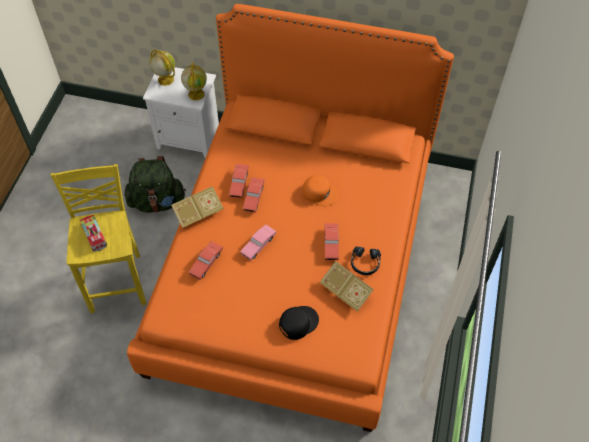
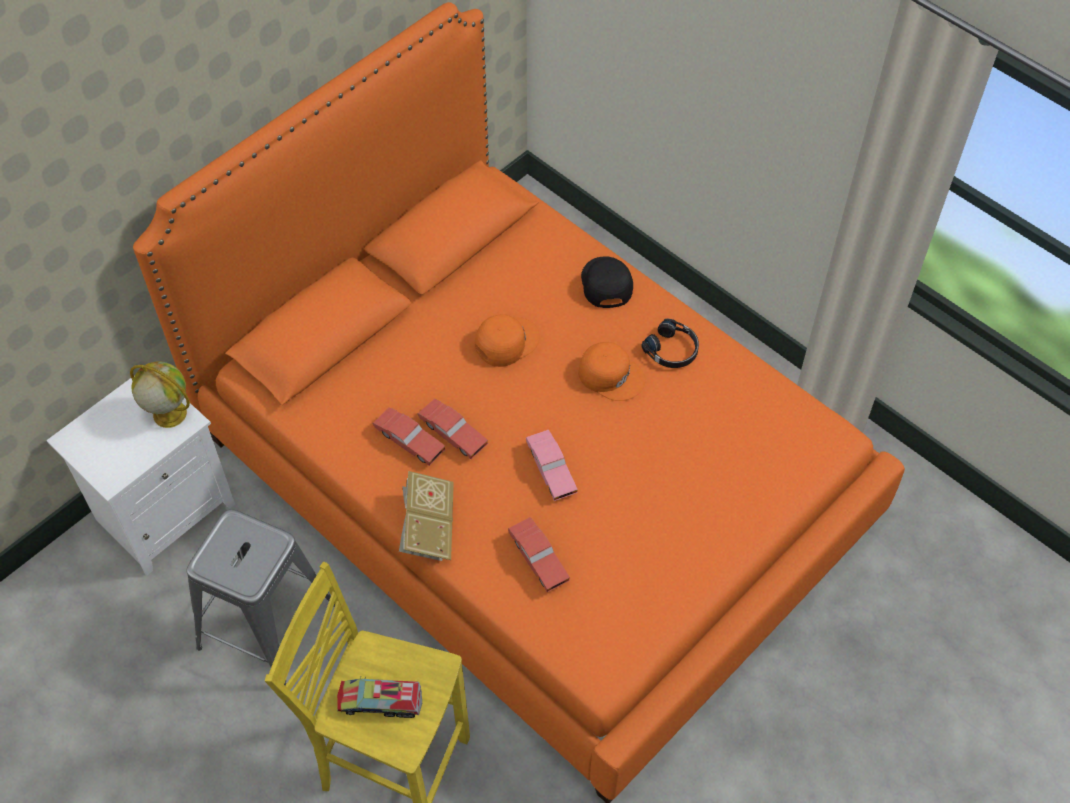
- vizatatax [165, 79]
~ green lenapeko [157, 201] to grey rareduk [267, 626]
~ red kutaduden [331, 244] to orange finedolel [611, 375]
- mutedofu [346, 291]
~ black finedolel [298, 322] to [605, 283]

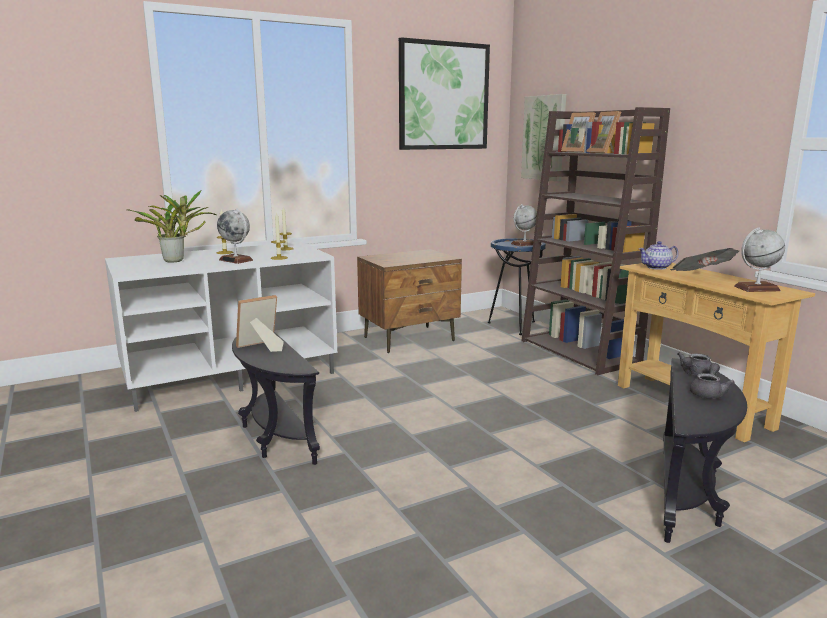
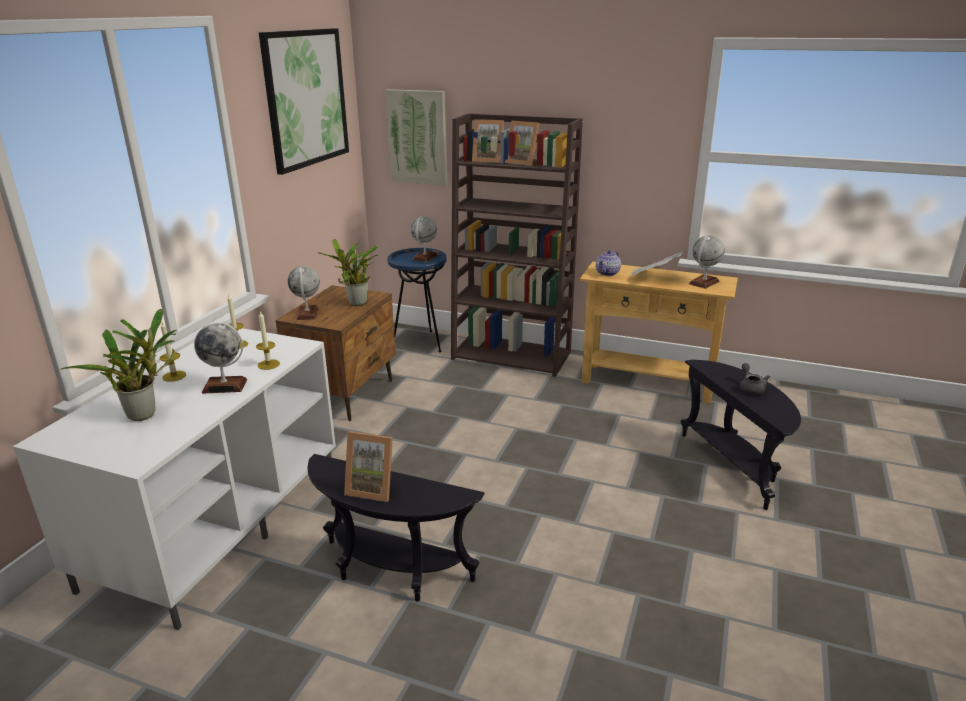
~ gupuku [260, 347] = [372, 488] 90 degrees counterclockwise
- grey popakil [694, 374]
+ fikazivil [356, 304]
+ vizatatax [307, 314]

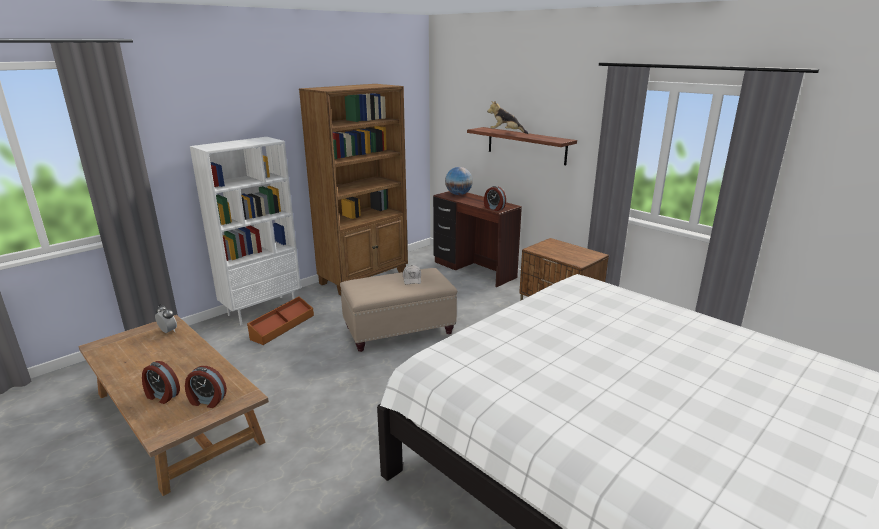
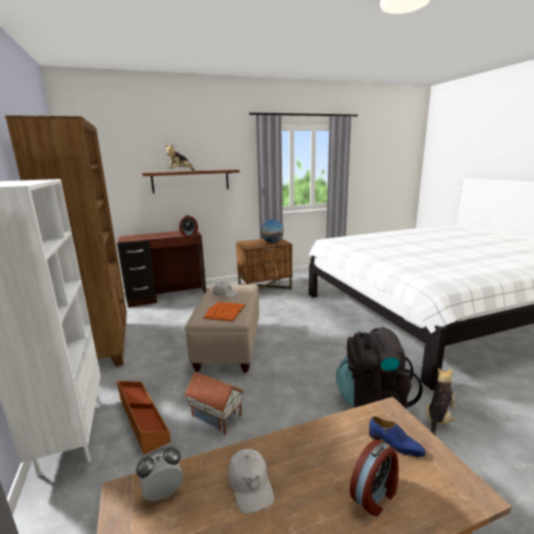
~ vizatatax [458, 194] to [272, 242]
~ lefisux [207, 401] to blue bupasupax [395, 444]
+ orange mutedofu [225, 311]
+ black lenapeko [373, 398]
+ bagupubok [438, 418]
+ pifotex [215, 417]
+ white finedolel [250, 485]

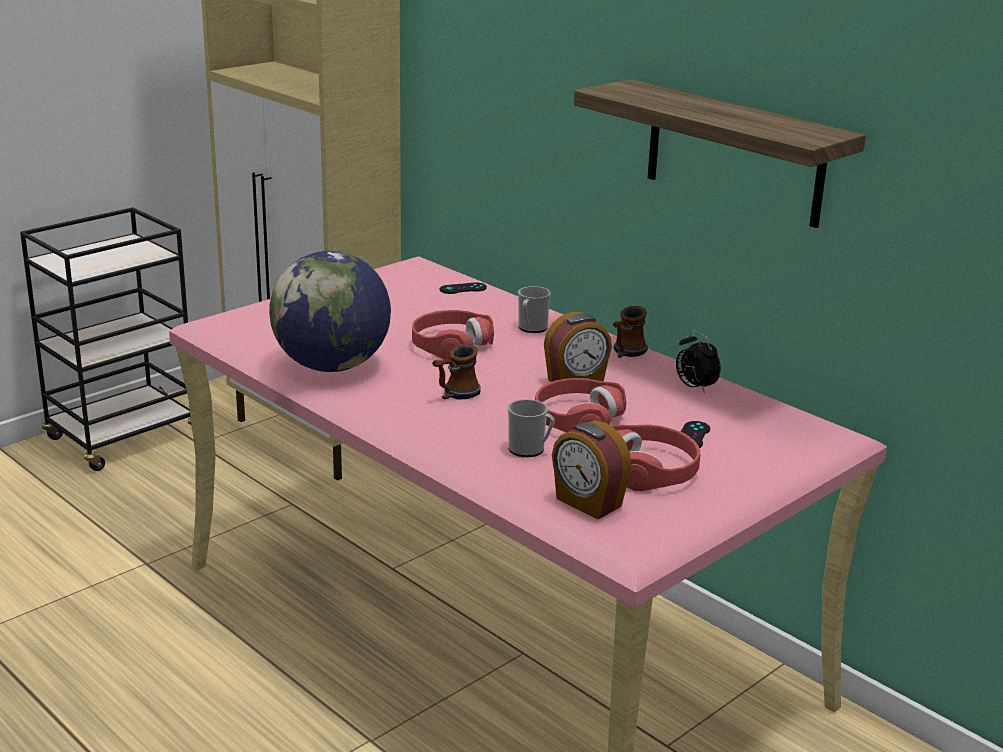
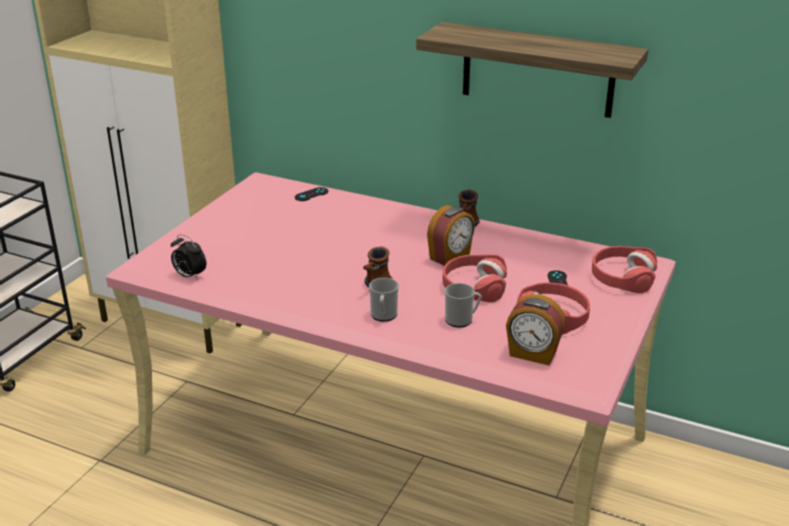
- vizatatax [332, 366]
~ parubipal [531, 328] to [383, 316]
~ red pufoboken [450, 345] to [622, 277]
~ lefisux [694, 387] to [189, 276]

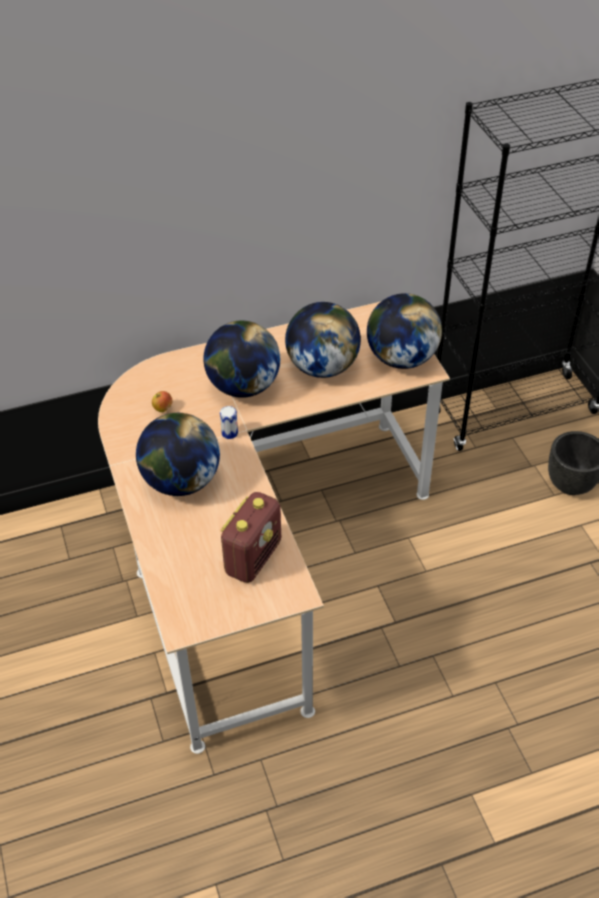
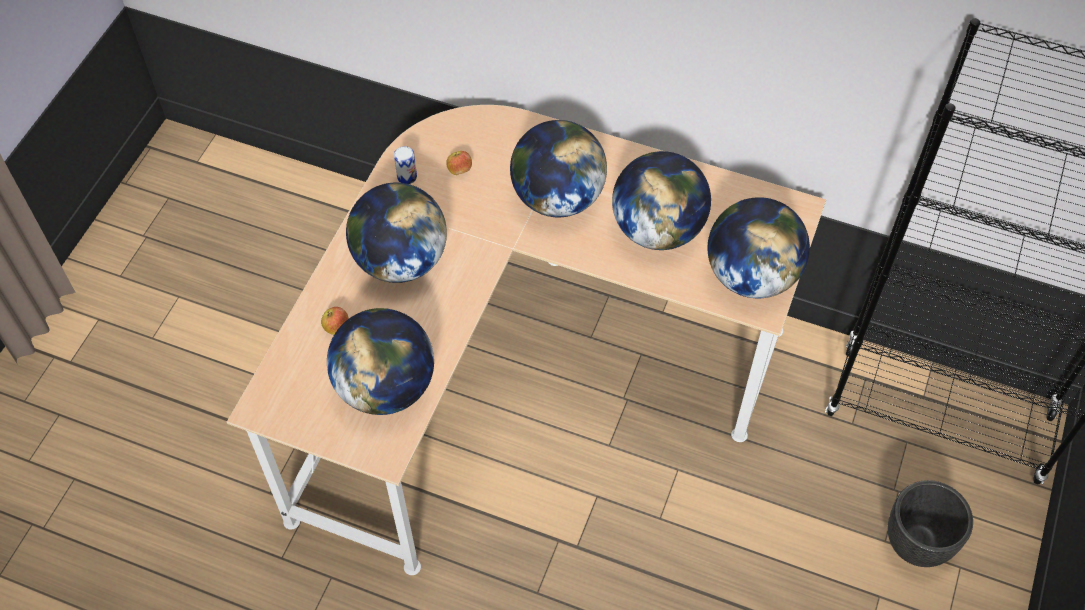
~ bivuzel [229, 433] to [407, 177]
~ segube [253, 557] to vizatatax [386, 387]
+ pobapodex [336, 327]

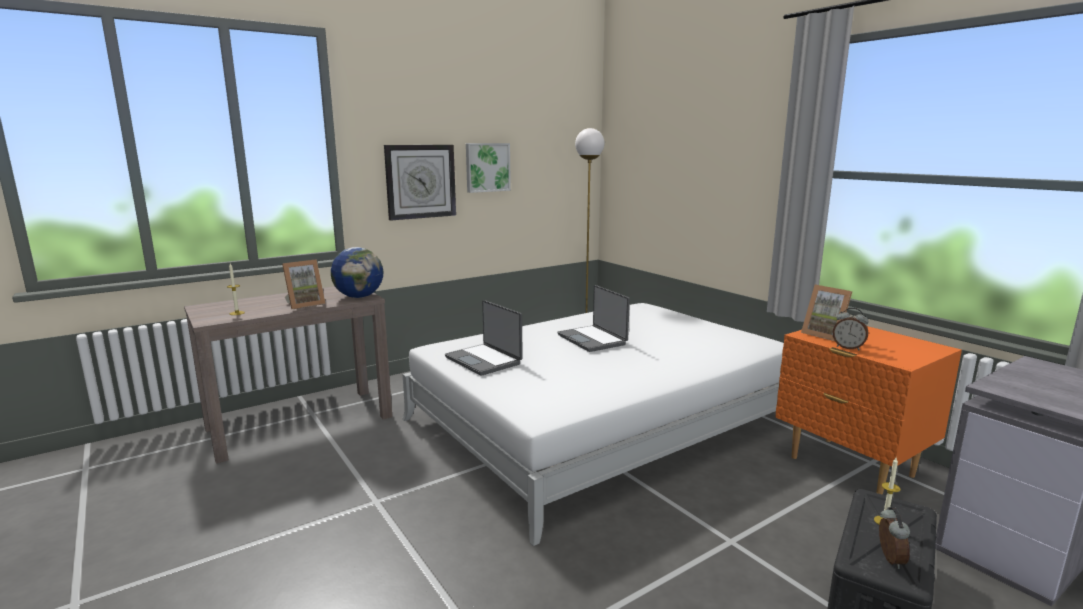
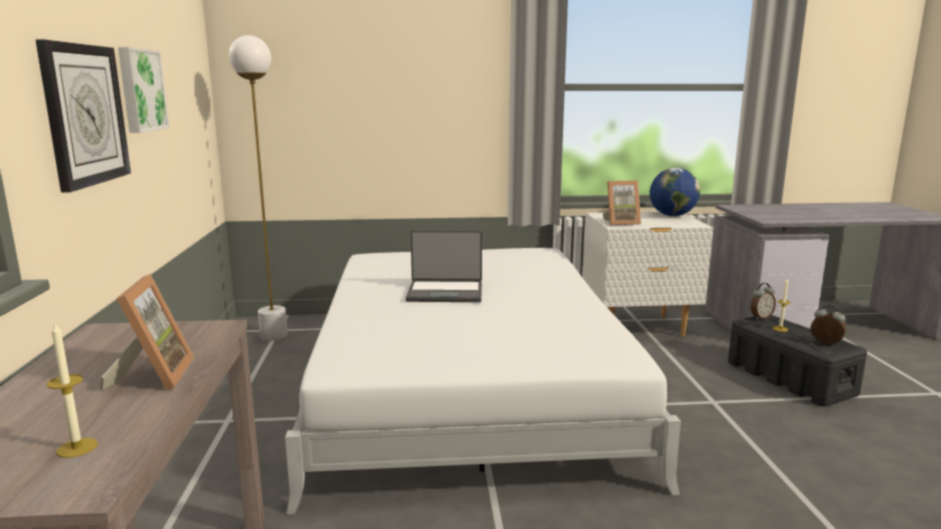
~ vizatatax [359, 297] to [672, 215]
- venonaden [484, 360]
~ lefisux [848, 347] to [760, 317]
~ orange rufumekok [850, 467] to white rufumekok [638, 327]

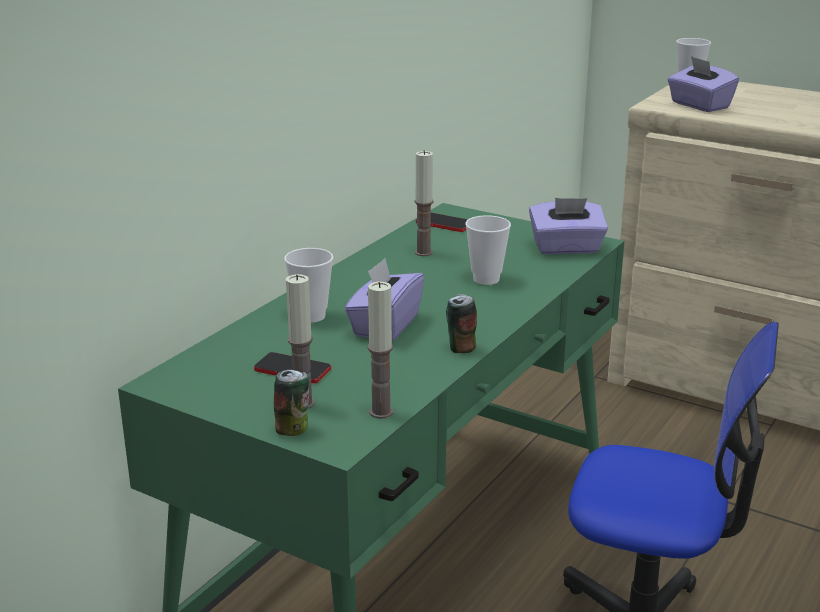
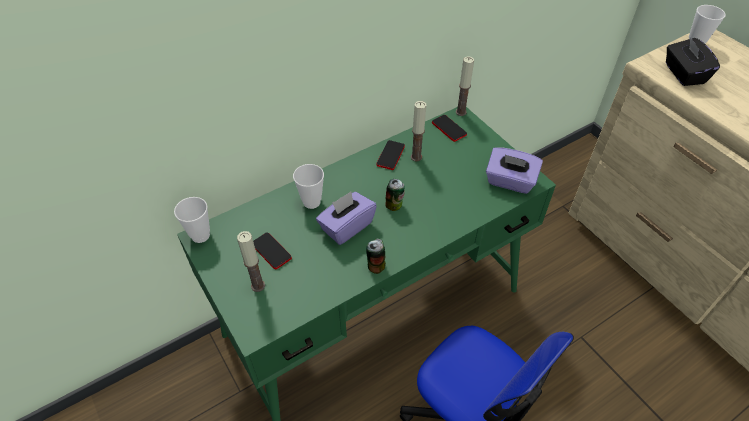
~ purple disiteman [699, 105] to black disiteman [683, 74]
~ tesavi [486, 279] to [200, 235]
~ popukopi [381, 412] to [461, 112]
~ bivuzel [293, 429] to [394, 205]
+ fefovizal [390, 155]

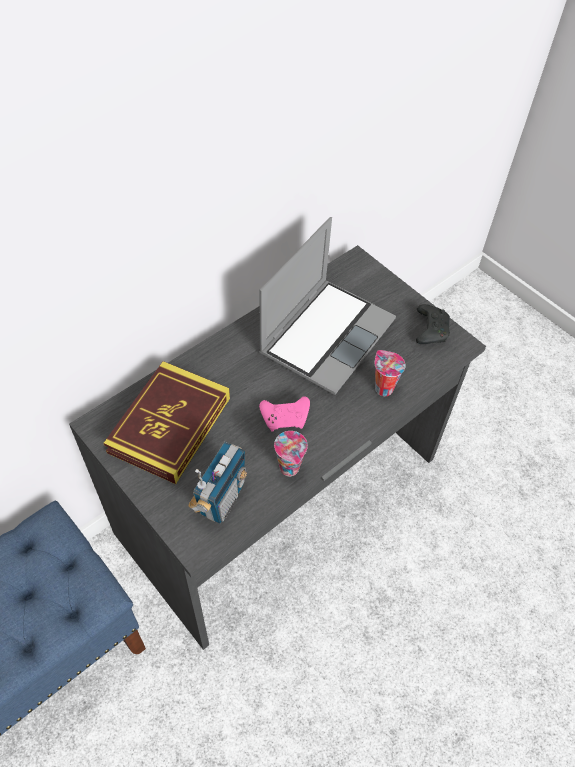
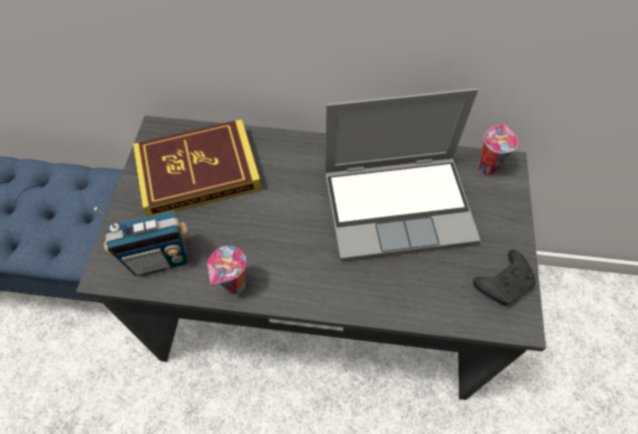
~ tesavi [382, 388] to [487, 166]
- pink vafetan [286, 418]

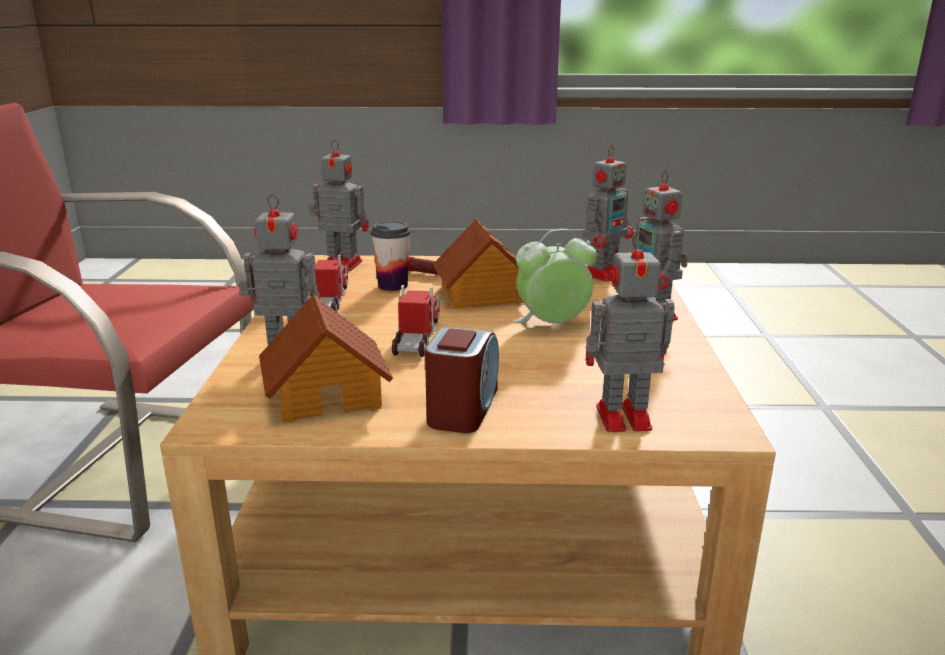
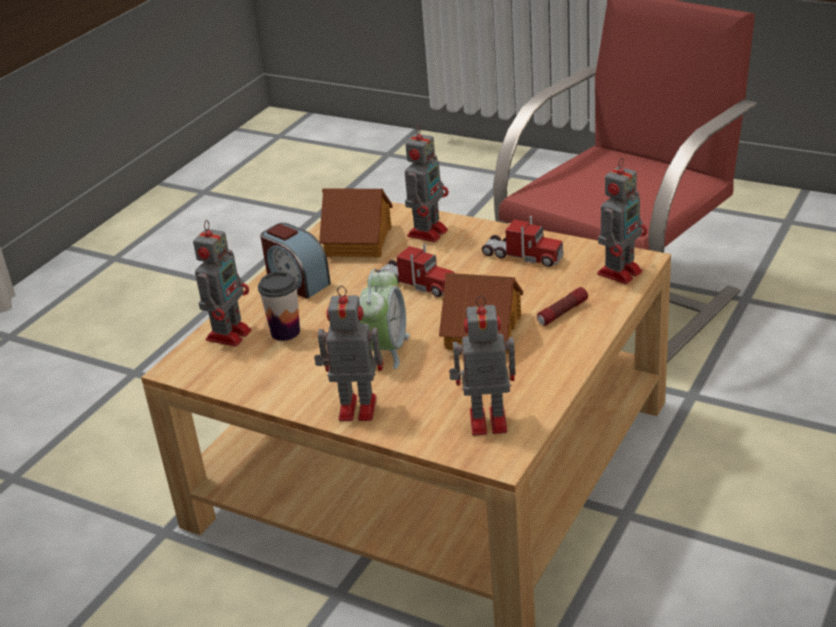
~ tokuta [603, 273] = [485, 421] 105 degrees clockwise
~ tesavi [393, 285] to [285, 332]

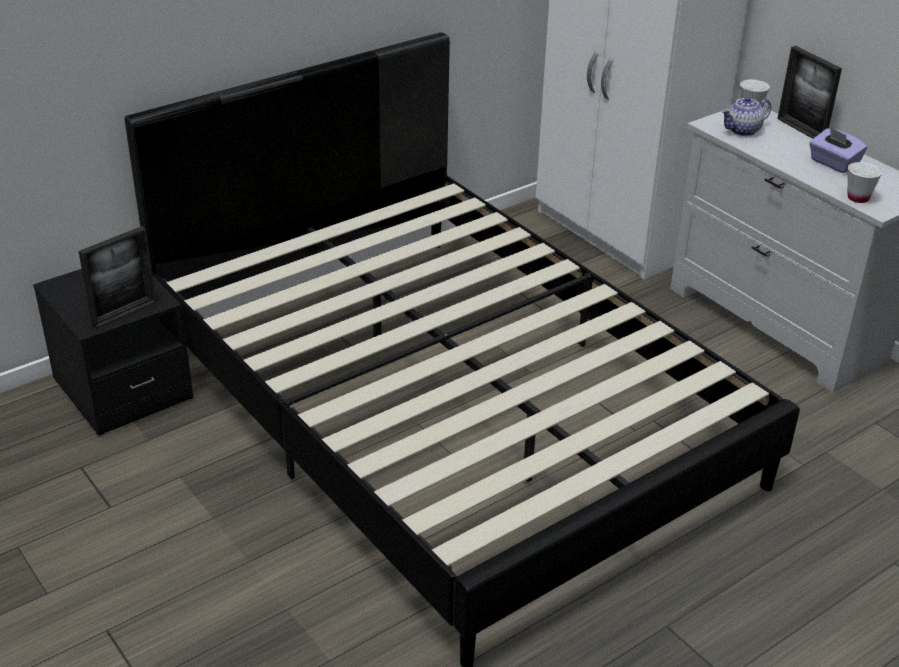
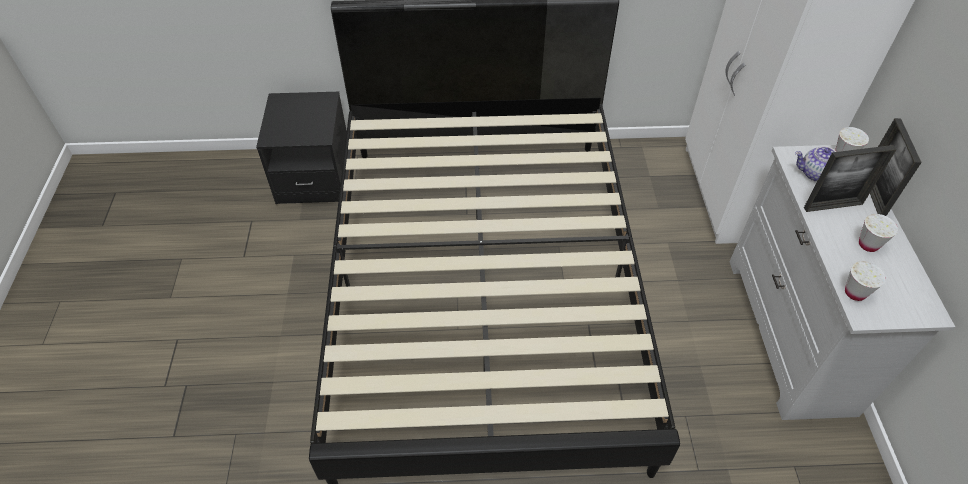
~ purple disiteman [833, 164] to white tesavi [868, 244]
~ gupuku [124, 313] to [833, 206]

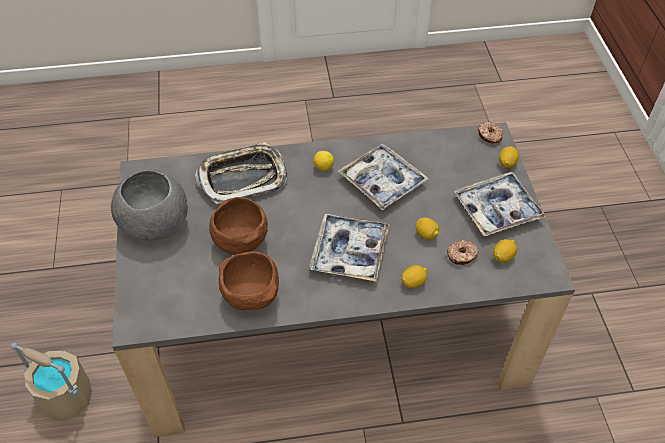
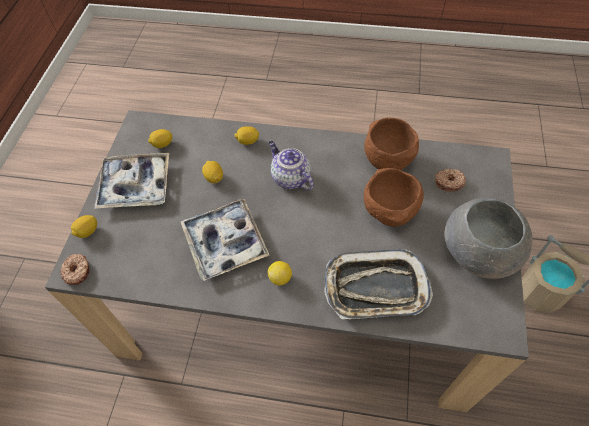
~ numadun [349, 252] to popakil [290, 178]
~ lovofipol [462, 255] to [449, 182]

